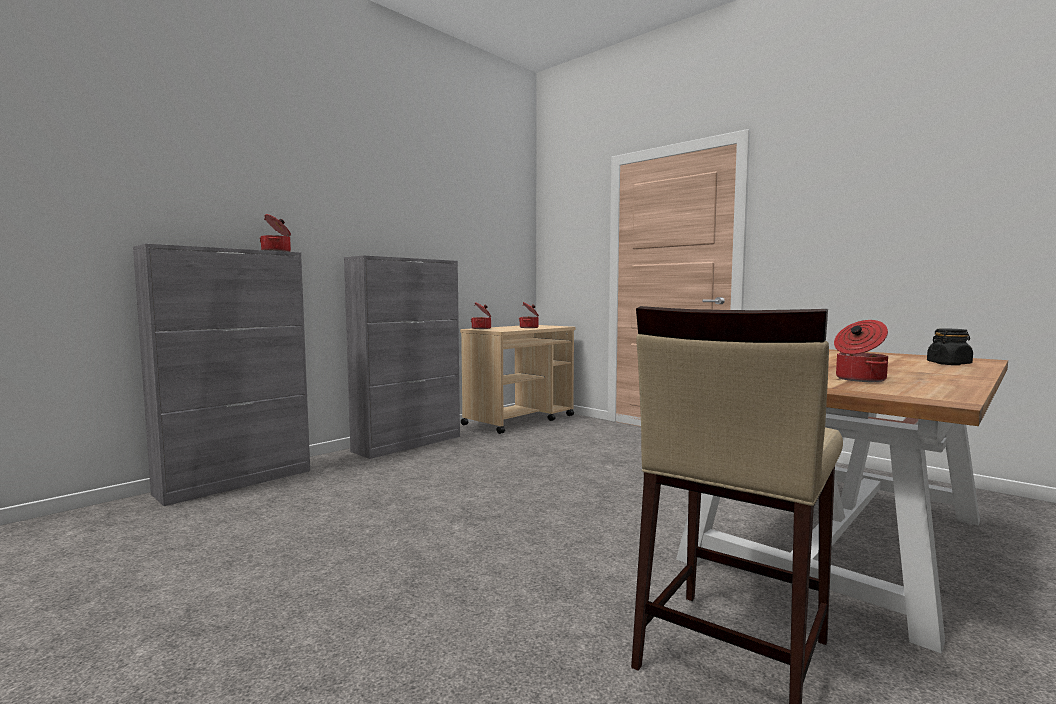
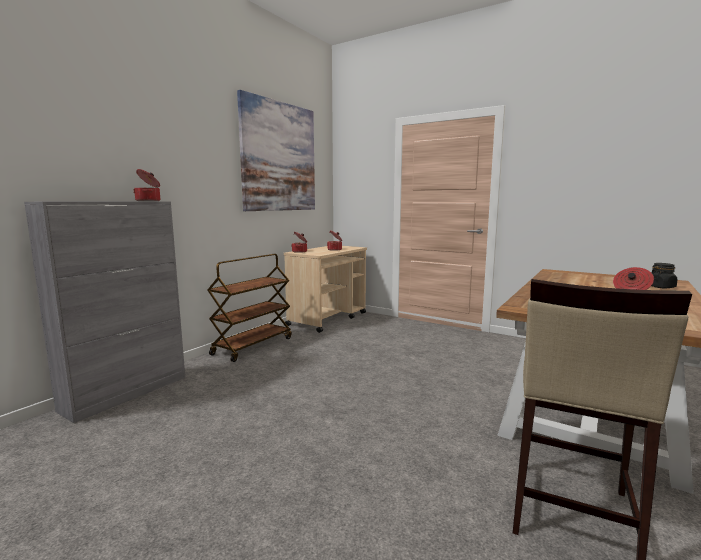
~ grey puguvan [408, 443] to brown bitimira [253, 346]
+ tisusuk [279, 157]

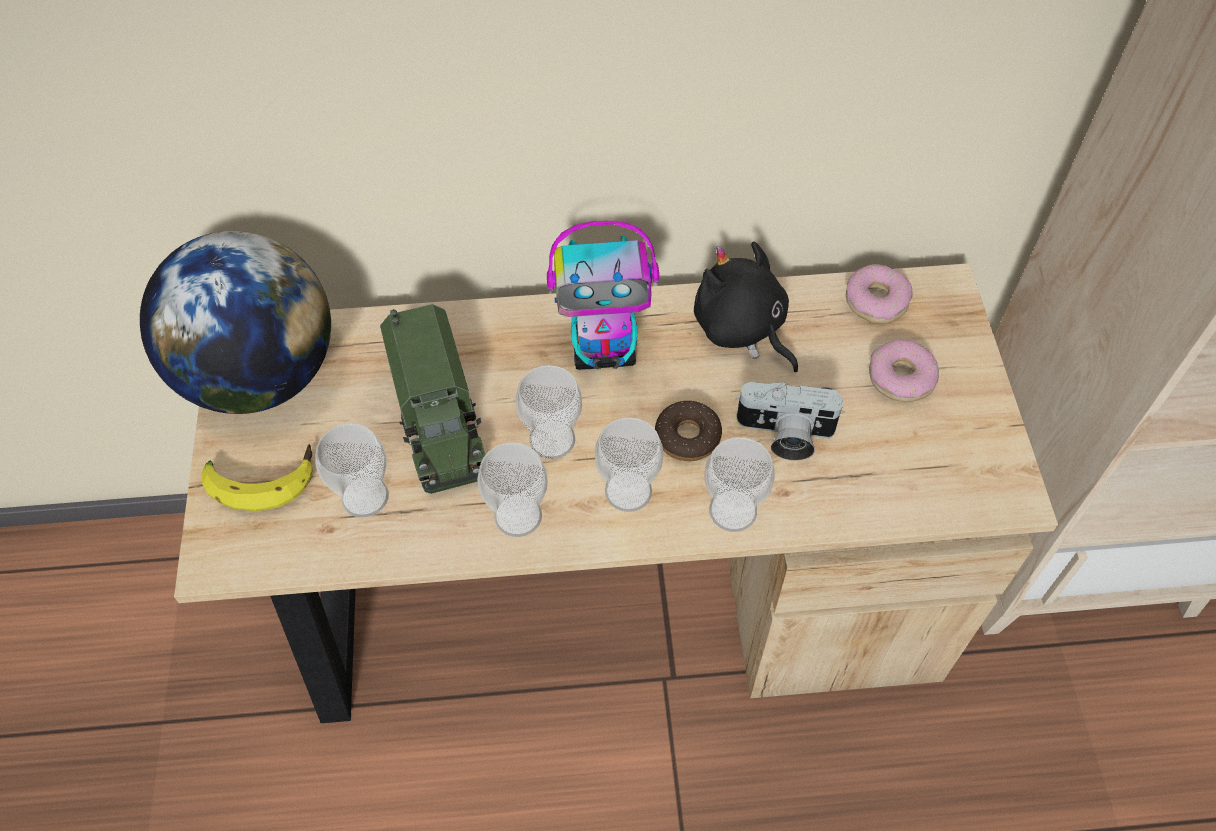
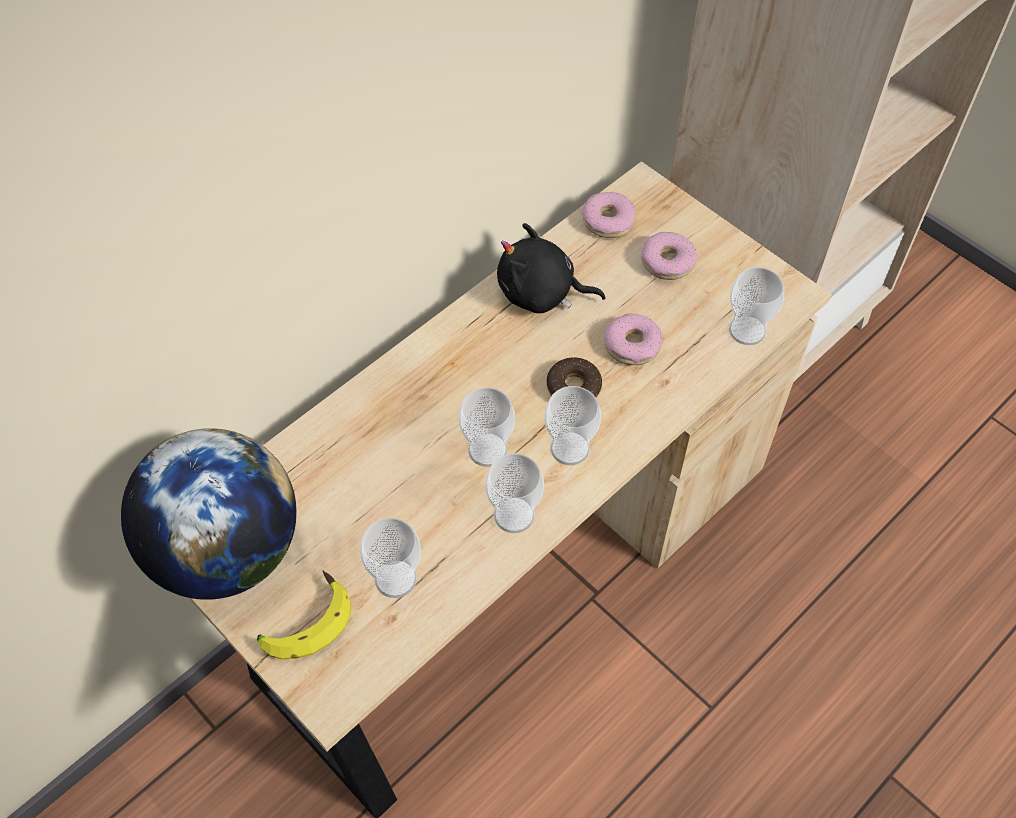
- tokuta [605, 350]
- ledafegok [439, 420]
~ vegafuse [784, 435] to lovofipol [632, 345]
~ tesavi [733, 511] to [747, 330]

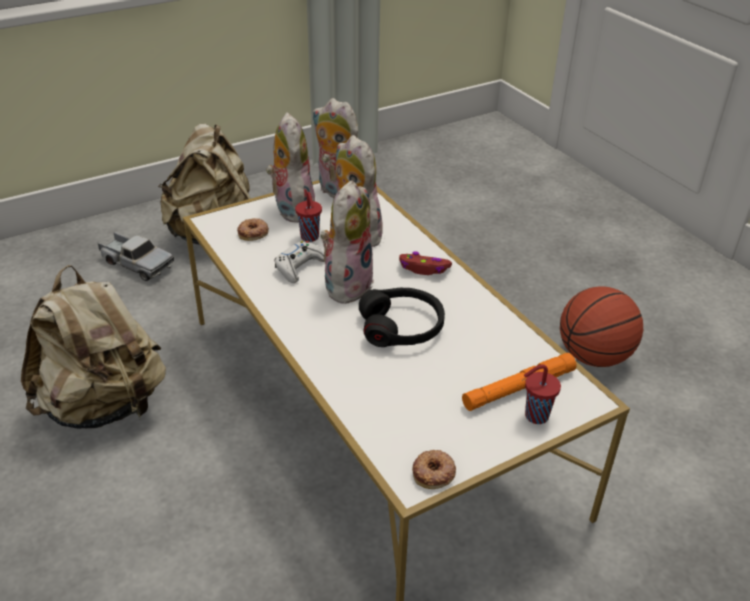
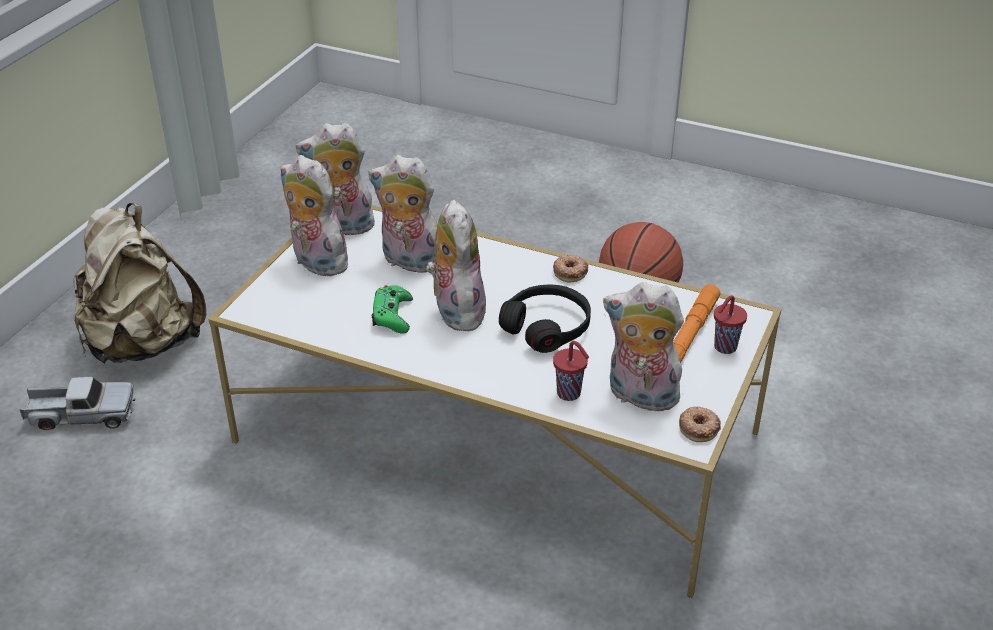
~ red tesavi [310, 238] to [570, 394]
~ lovofipol [253, 233] to [570, 271]
~ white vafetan [299, 267] to green vafetan [392, 315]
- red vafetan [424, 269]
- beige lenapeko [105, 406]
+ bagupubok [639, 397]

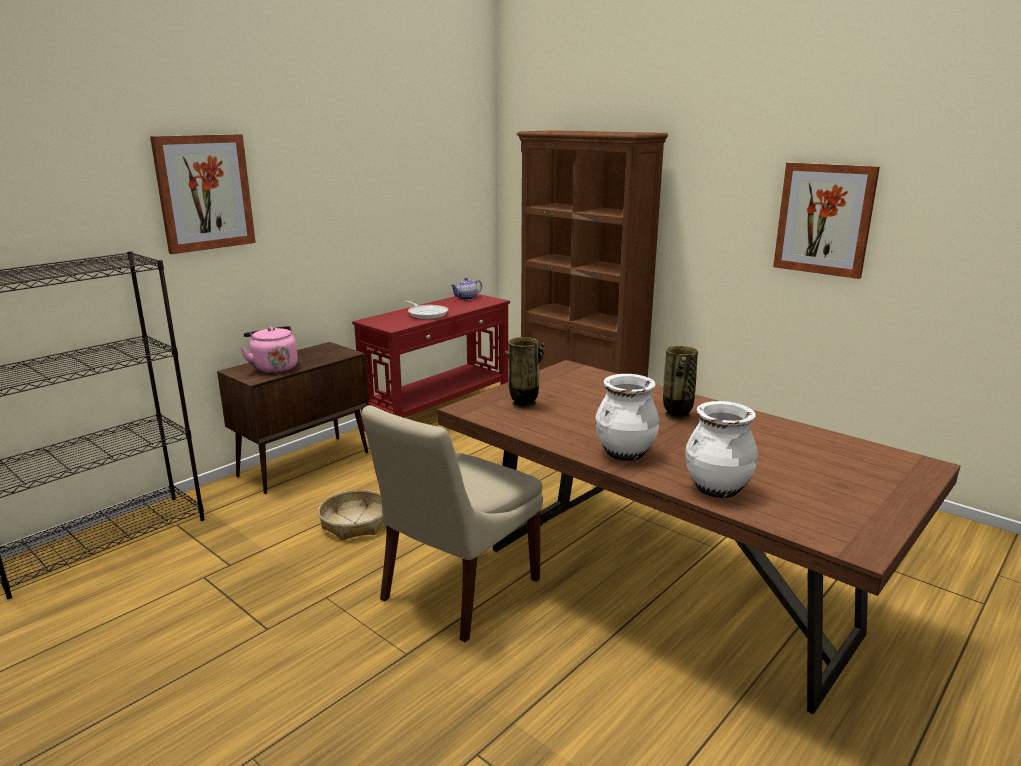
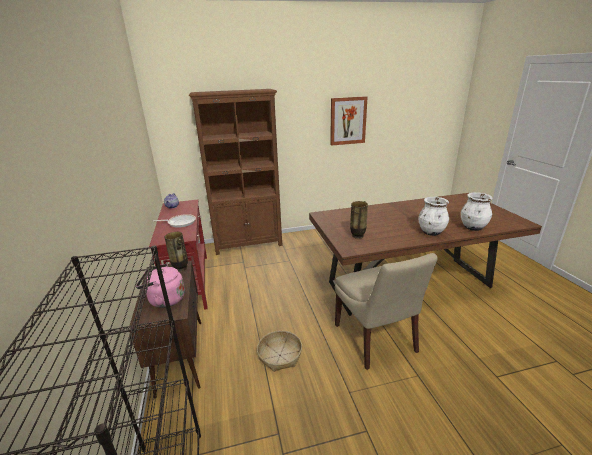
- tisusuk [204, 192]
~ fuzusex [677, 415] to [180, 268]

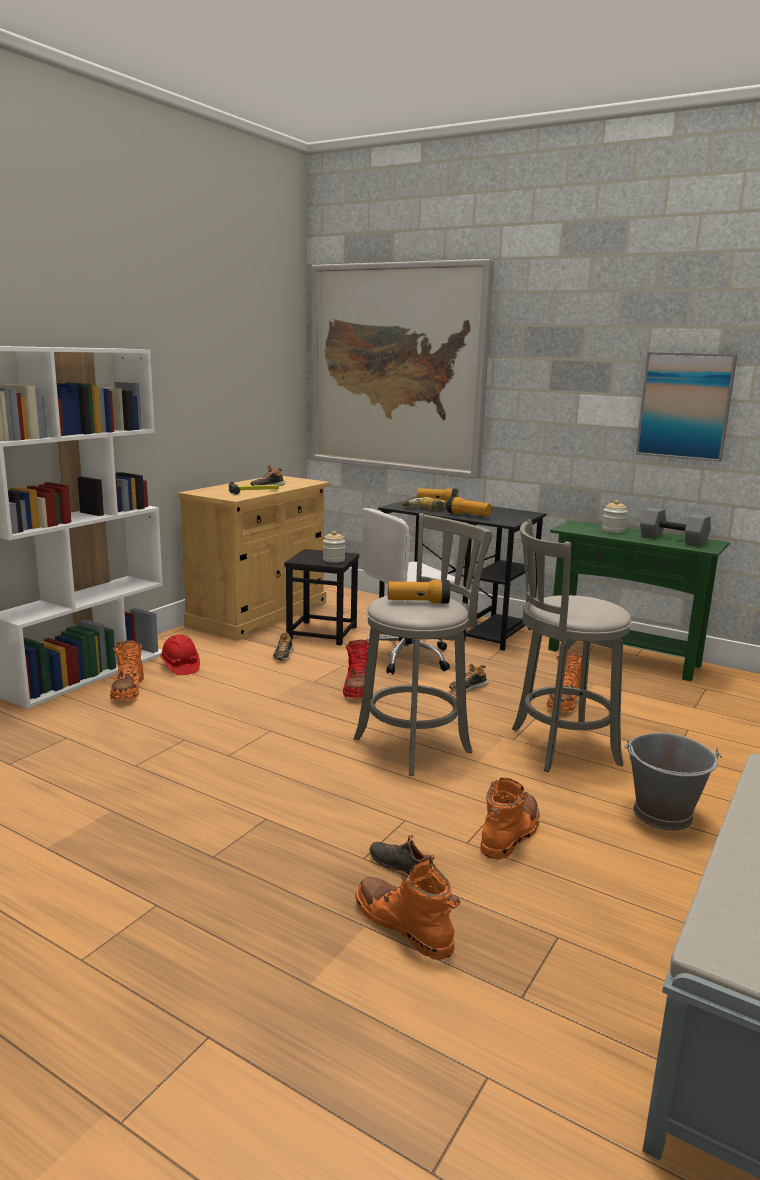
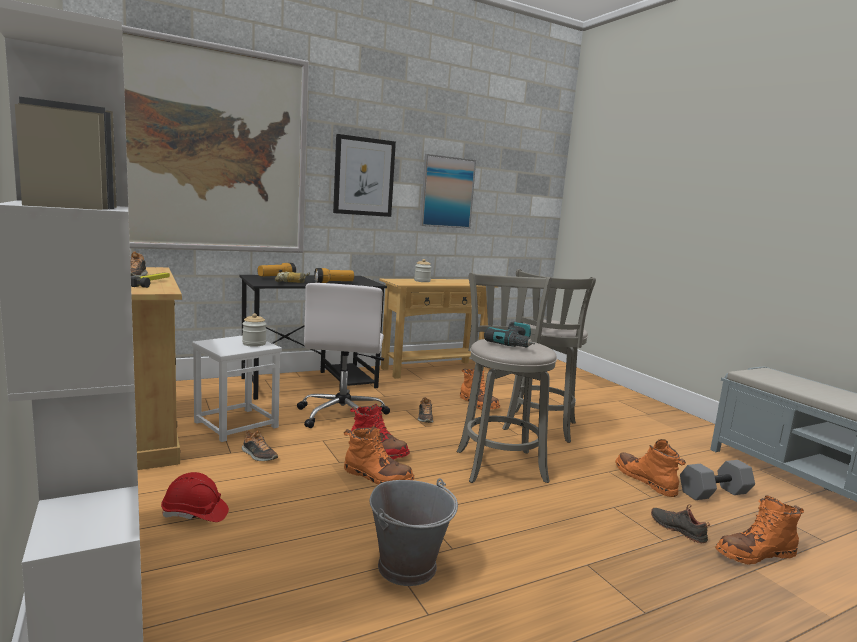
~ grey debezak [672, 539] to [714, 493]
~ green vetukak [623, 657] to beige vetukak [432, 369]
~ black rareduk [322, 633] to white rareduk [236, 424]
~ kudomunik [418, 602] to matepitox [514, 344]
~ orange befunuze [128, 690] to [377, 477]
~ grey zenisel [663, 815] to [408, 566]
~ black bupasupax [402, 866] = [678, 529] 75 degrees clockwise
+ tisusuk [364, 177]

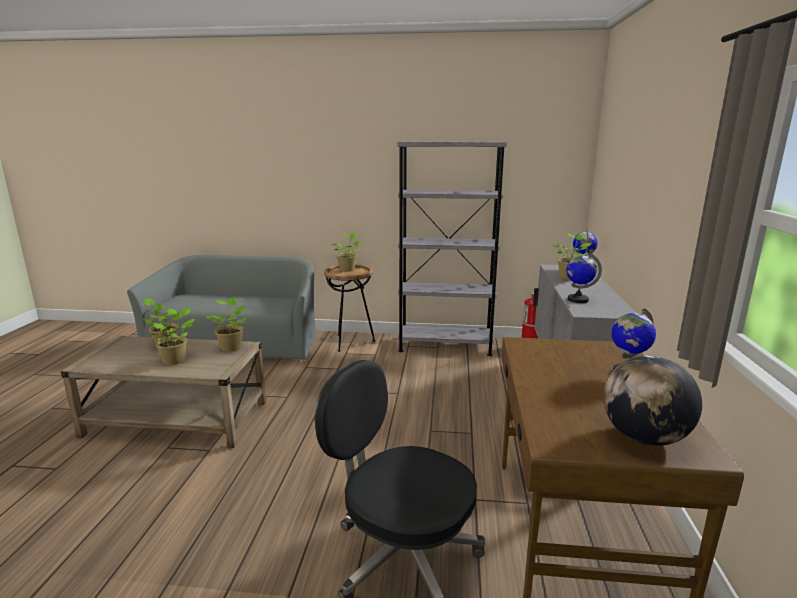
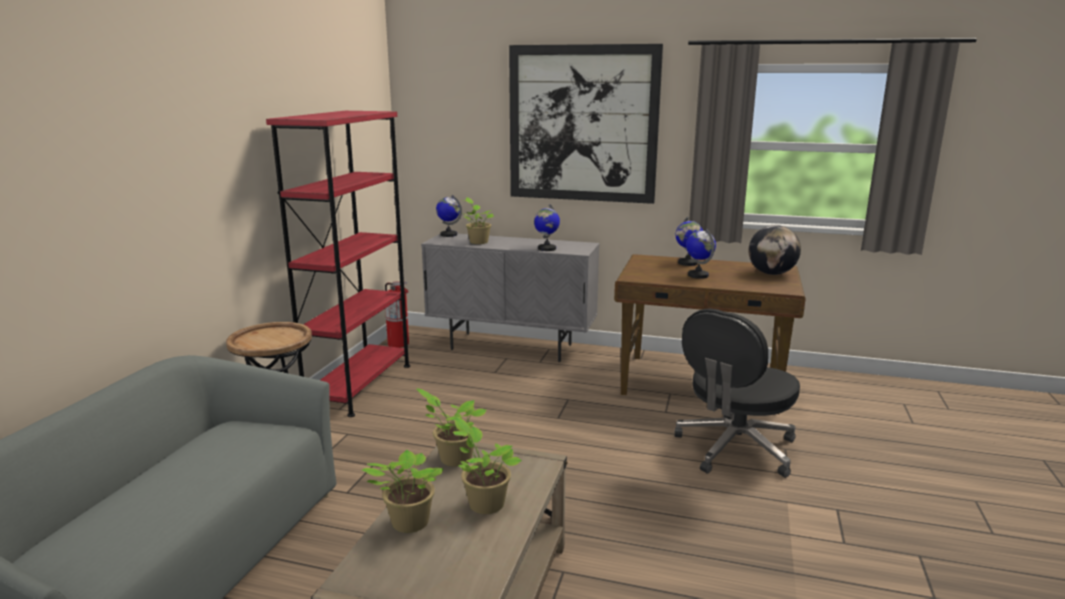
~ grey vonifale [445, 345] to red vonifale [359, 386]
- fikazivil [347, 269]
+ tisusuk [583, 124]
+ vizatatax [698, 275]

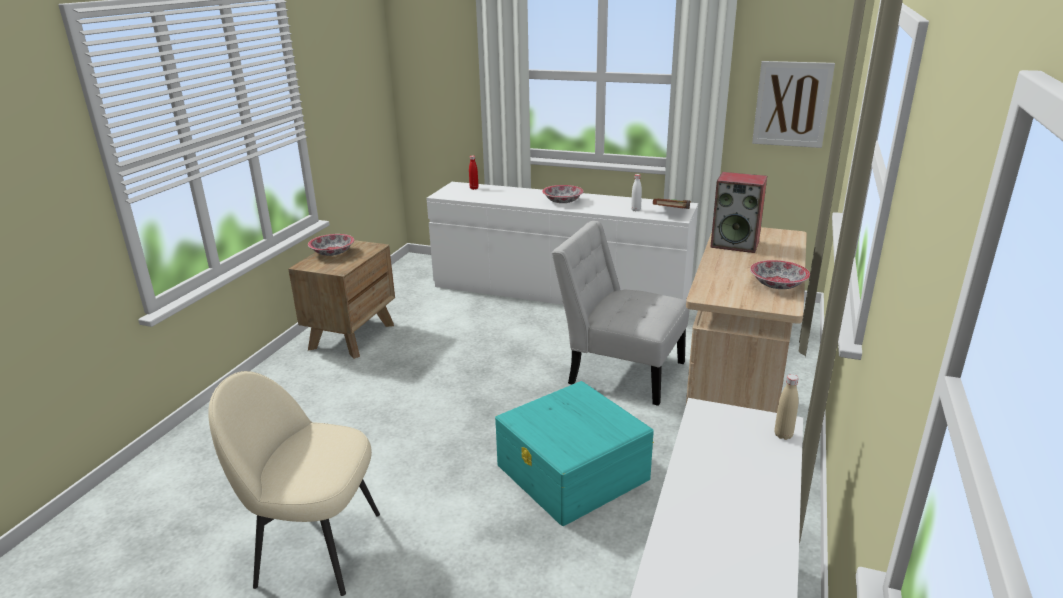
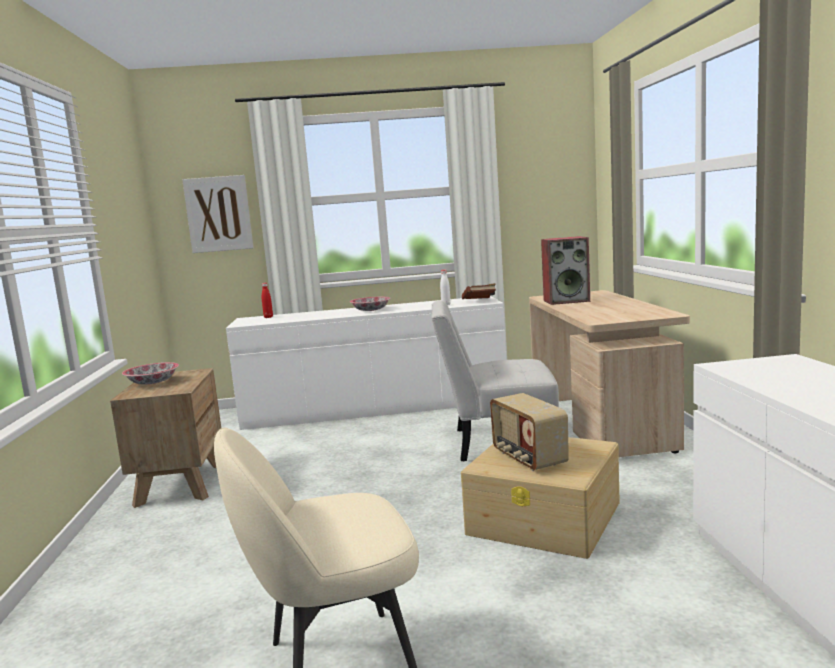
~ tisusuk [792, 104] to [218, 214]
- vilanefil [778, 285]
- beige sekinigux [783, 435]
~ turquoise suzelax [573, 472] to beige suzelax [545, 518]
+ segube [528, 458]

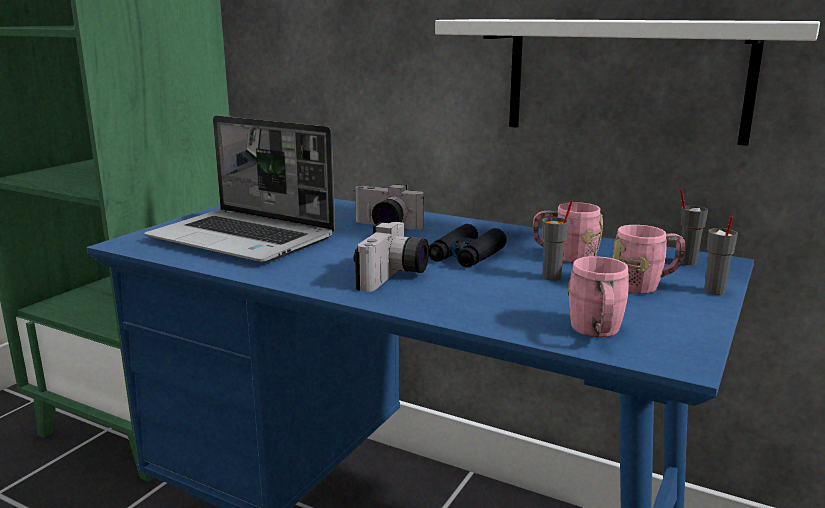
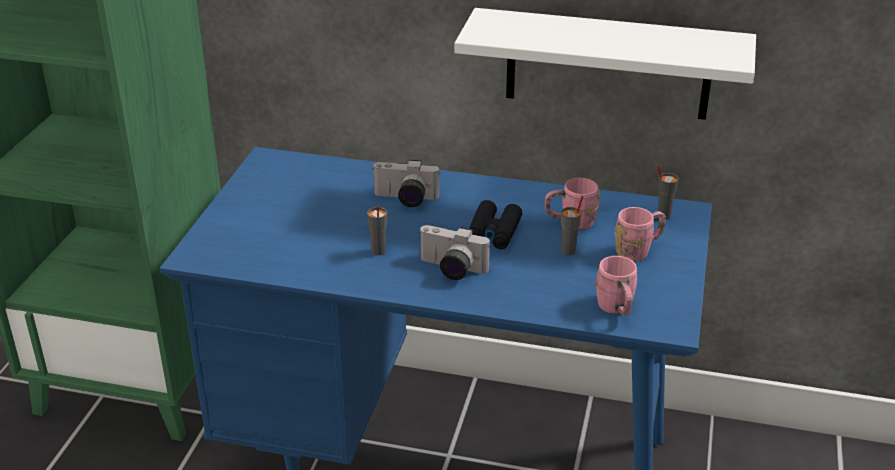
- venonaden [244, 239]
~ grey tesavi [714, 291] to [378, 251]
~ vegafuse [395, 277] = [450, 269] 105 degrees clockwise

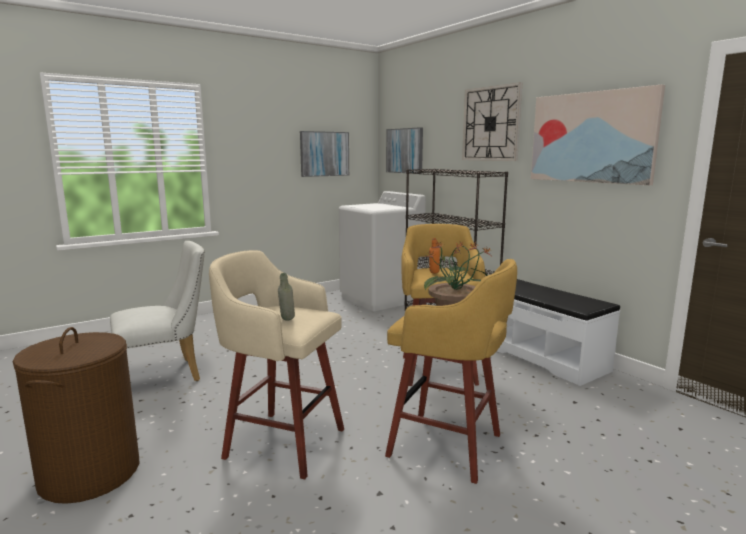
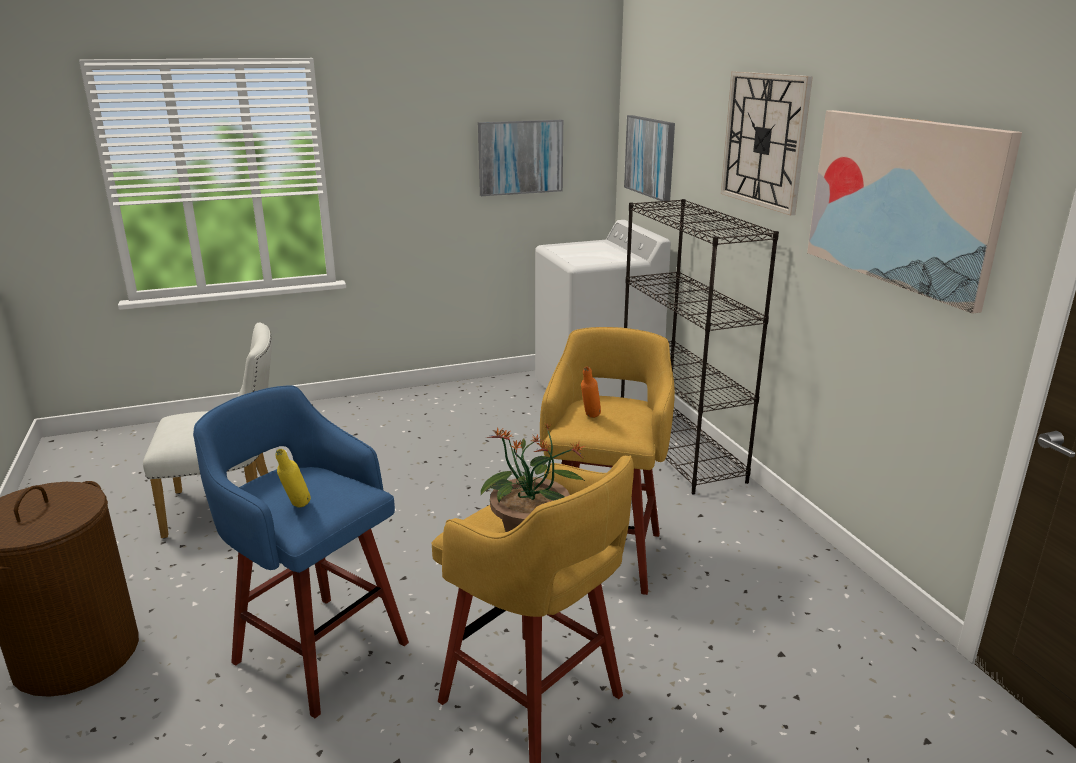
~ beige rareduk [282, 442] to blue rareduk [317, 650]
~ grey sekinigux [287, 321] to yellow sekinigux [296, 508]
- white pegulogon [543, 357]

